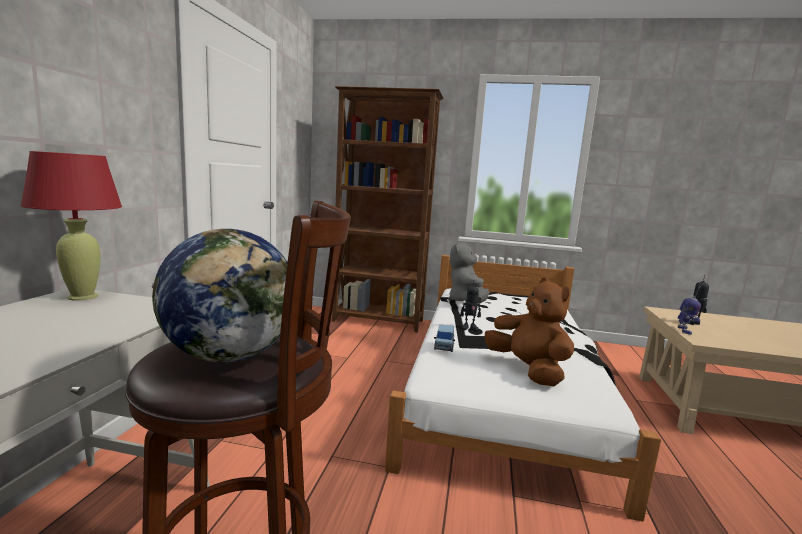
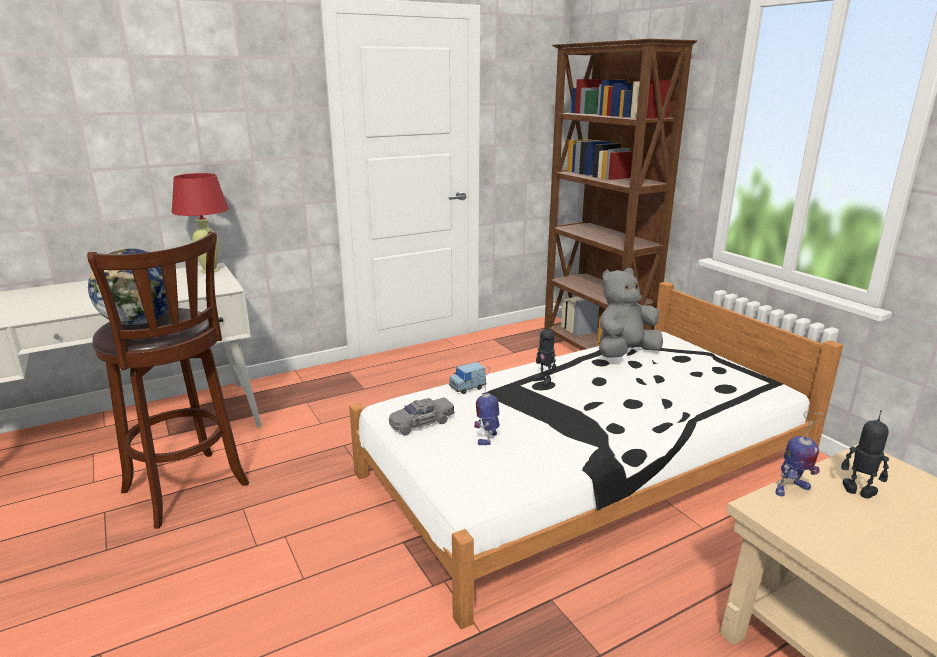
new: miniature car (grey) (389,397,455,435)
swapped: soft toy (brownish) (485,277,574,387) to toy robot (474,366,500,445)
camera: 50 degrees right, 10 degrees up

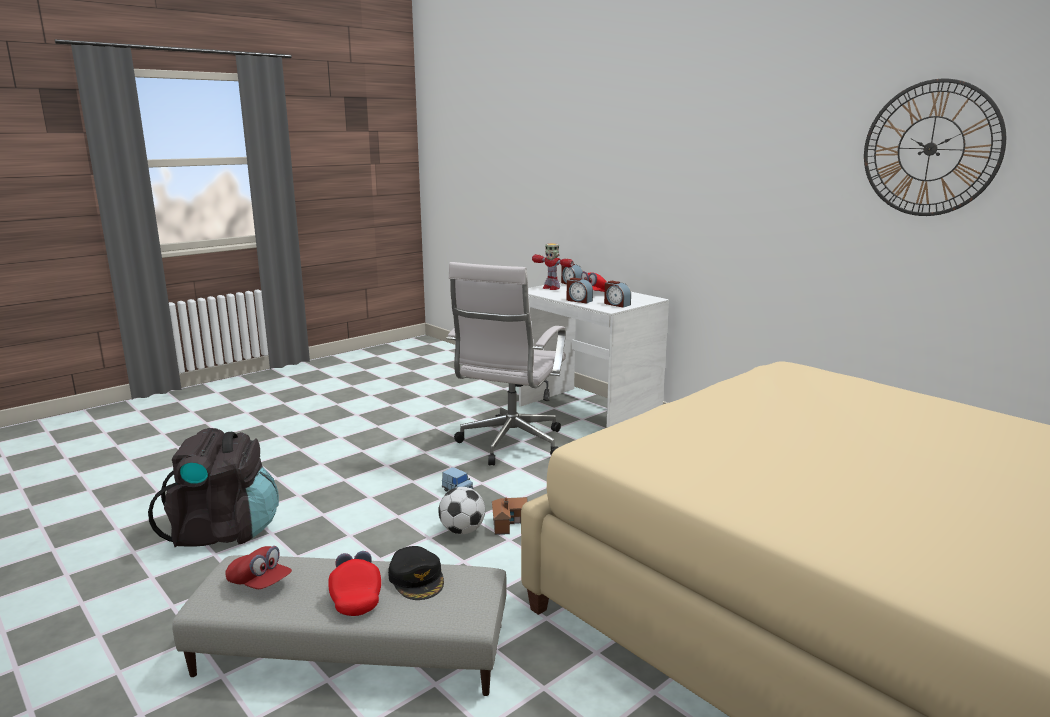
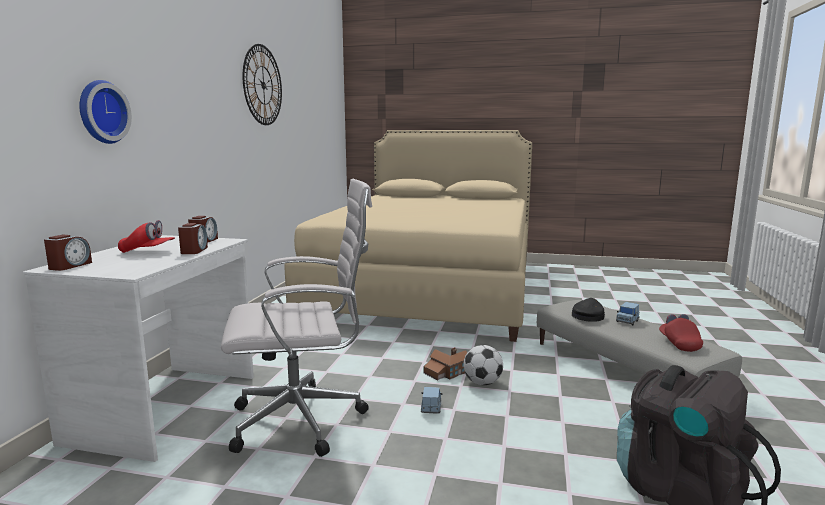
gone: toy robot (532,243,574,290)
new: wall clock (80,80,132,144)
swapped: peaked cap (red-coloured) (328,551,381,616) to miniature car (bluish) (616,302,640,325)
camera: 125 degrees left, 5 degrees down

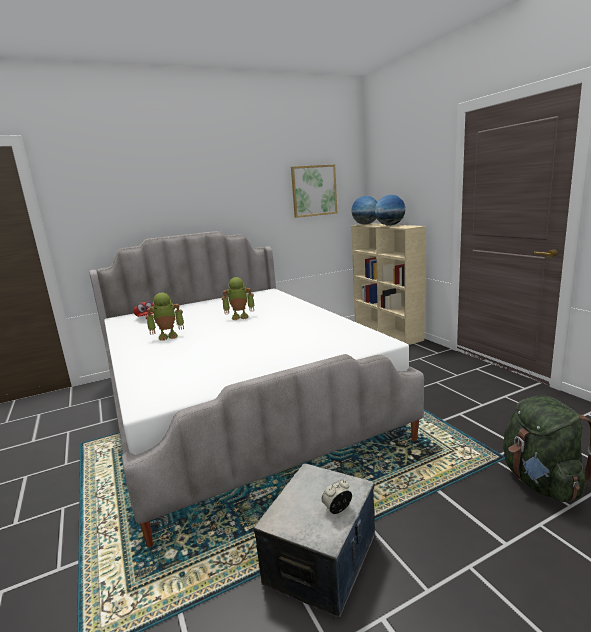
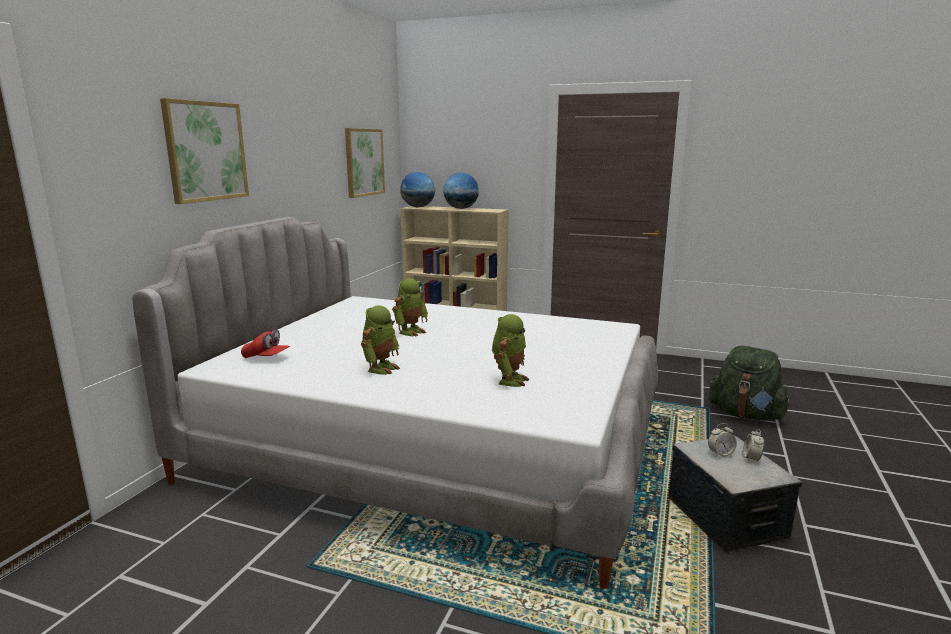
new: wall picture (160,98,249,204); toy robot (492,314,529,387); bedside clock (708,423,737,457)
camera: 45 degrees left, 0 degrees up

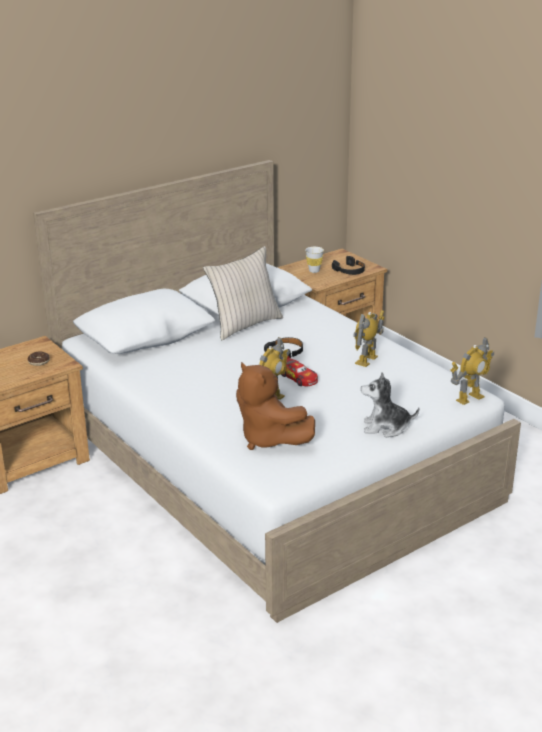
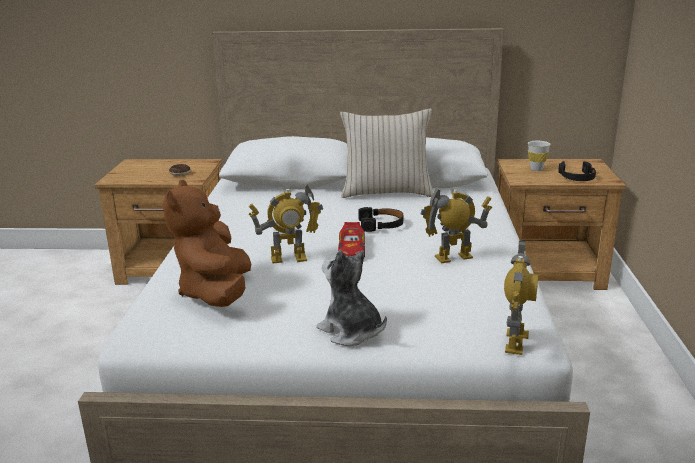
rotated: toy robot (450,337,494,405) = (504,241,538,355) 75 degrees counterclockwise
camera: 40 degrees right, 5 degrees down

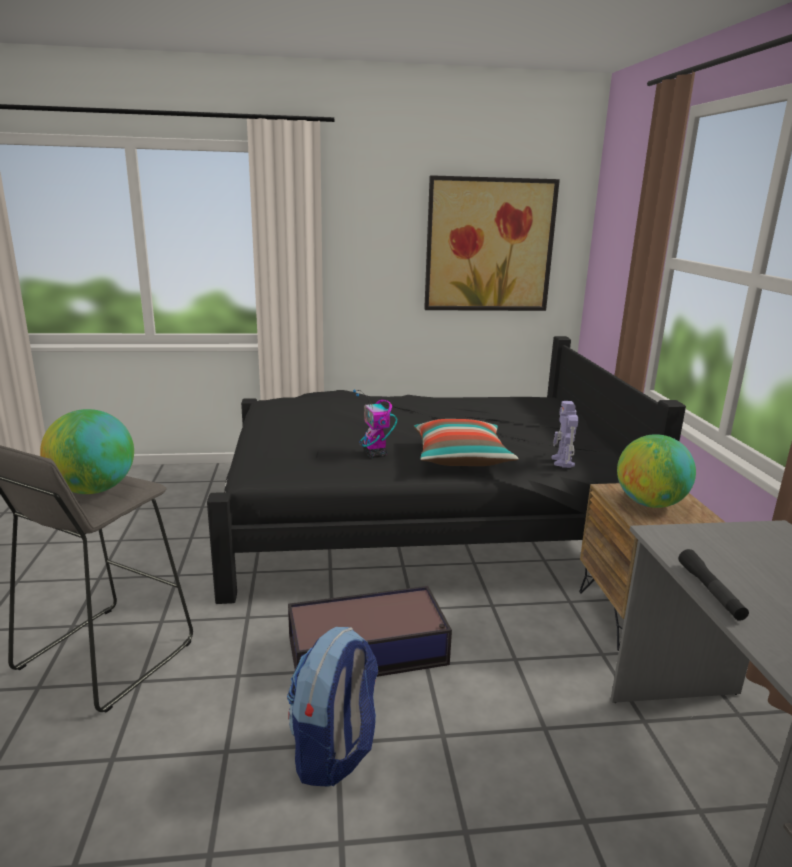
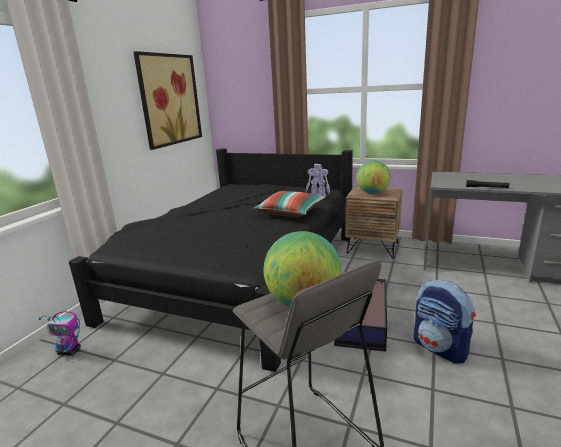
shifted: toy robot (353,390,397,457) to (38,311,81,356)
camera: 60 degrees left, 0 degrees up

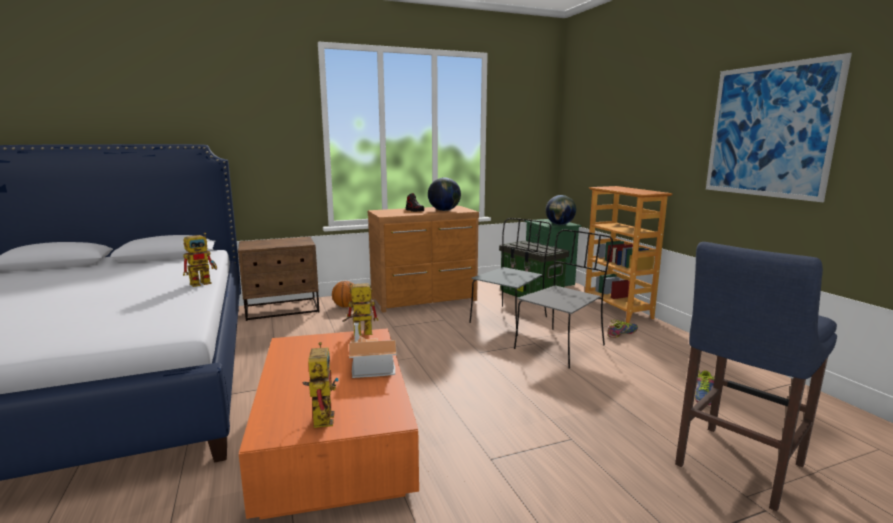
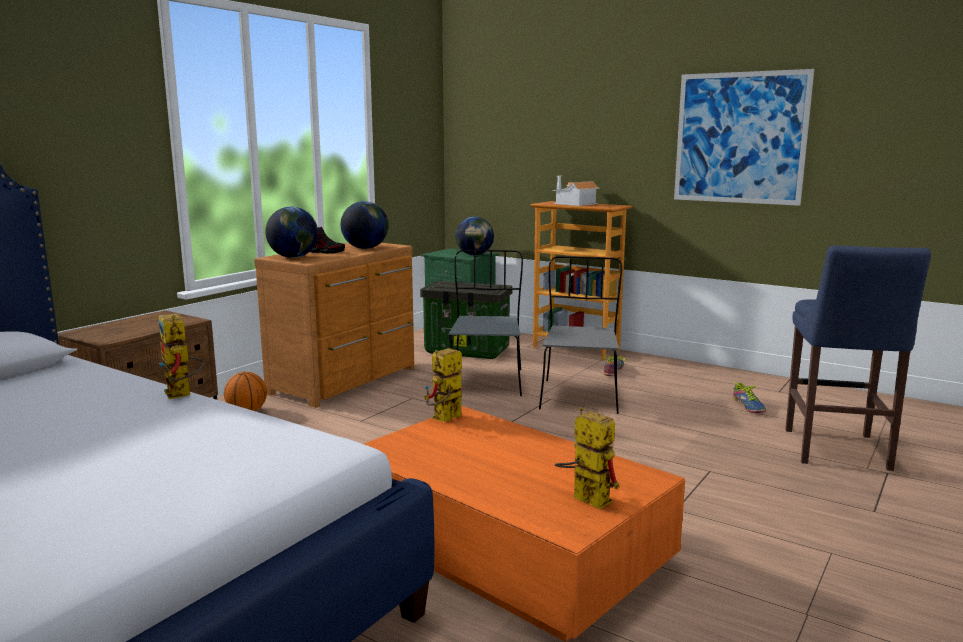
new: world globe (265,207,318,258)
shifted: model house (349,323,397,378) to (552,176,600,206)
rotated: toy robot (183,233,217,287) = (159,313,203,399) 135 degrees clockwise
camera: 35 degrees left, 0 degrees up

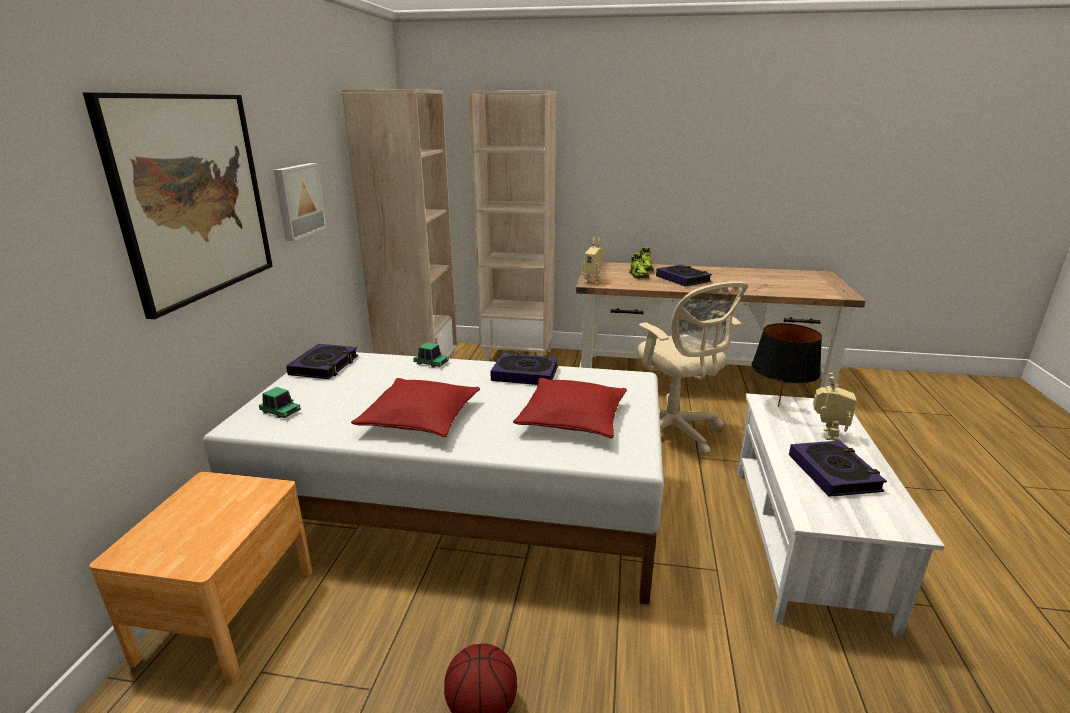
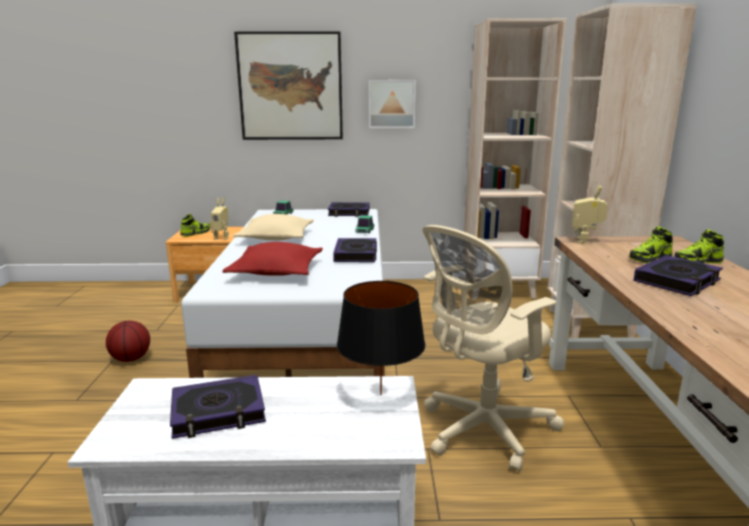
new: shoe (180,214,210,237)
shifted: toy robot (813,373,857,441) to (210,198,229,240)
repainted: cushion (red-coloured) (351,378,480,437) to cushion (beige) (233,214,314,240)
camera: 80 degrees right, 5 degrees down

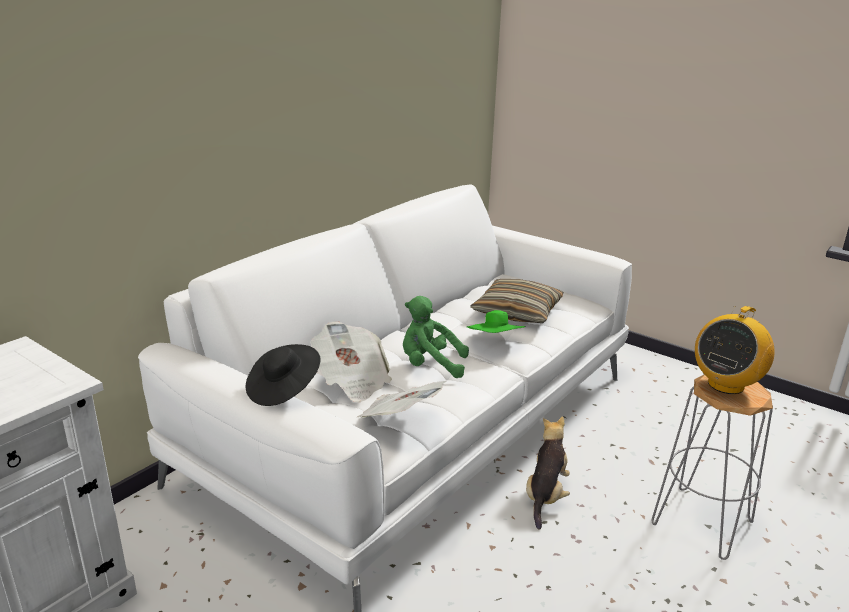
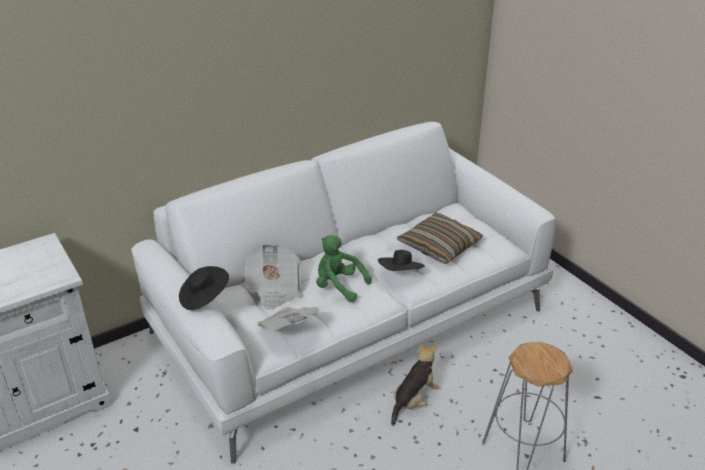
gone: radio set (695,306,775,394)
repainted: clothing hat (green) (467,310,526,333) to clothing hat (blackish) (378,250,425,271)
camera: 20 degrees right, 10 degrees up

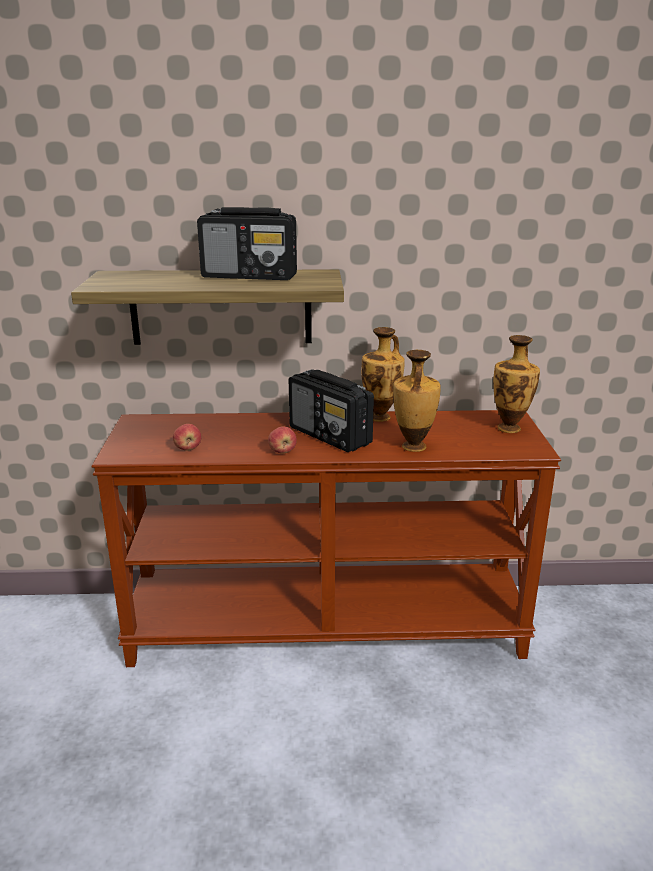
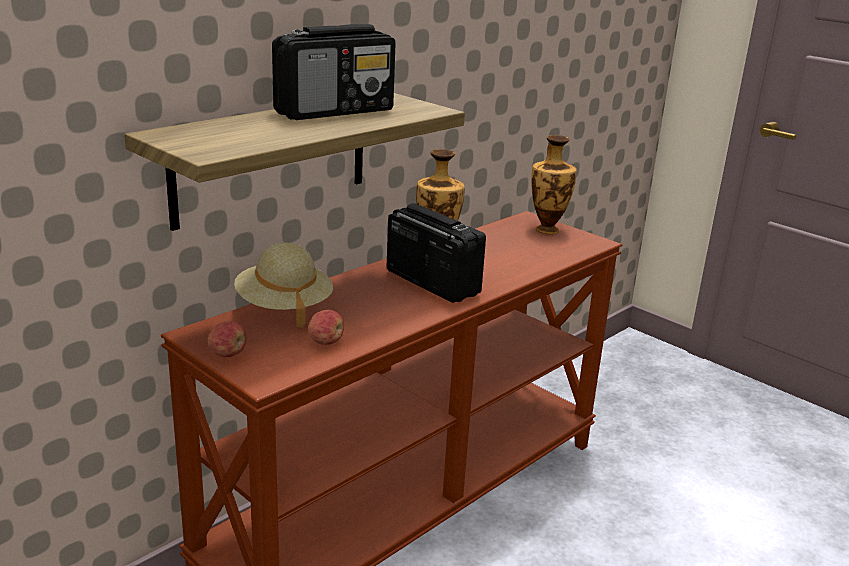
gone: vase (393,350,441,452)
new: clothing hat (beige) (234,243,333,328)
shifted: apple fruit (268,426,297,453) to (208,321,246,357)
rotated: radio set (289,369,374,452) = (387,203,486,303) 135 degrees counterclockwise
camera: 45 degrees left, 0 degrees up

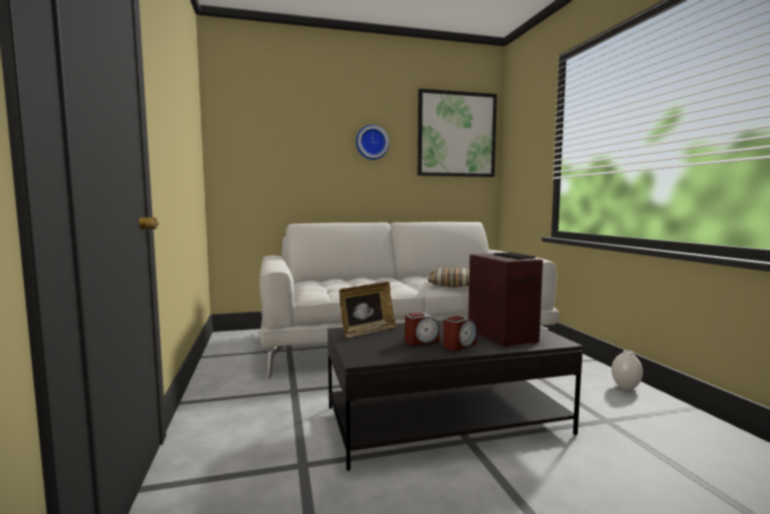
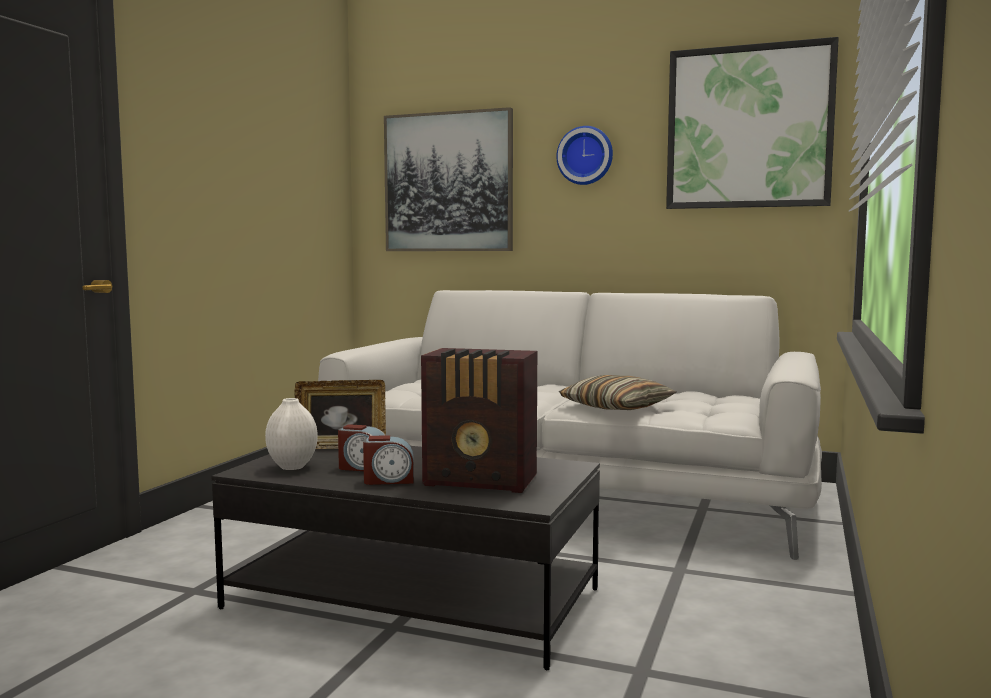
new: wall picture (384,107,513,251)
shifted: vase (white) (611,350,643,390) to (265,398,318,470)
rotated: radio set (468,252,543,347) = (421,348,537,493) 90 degrees clockwise
camera: 35 degrees right, 0 degrees up

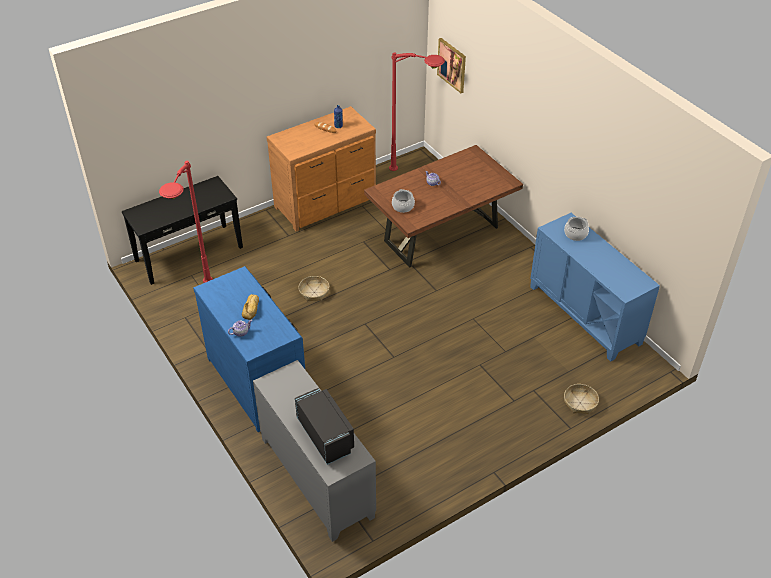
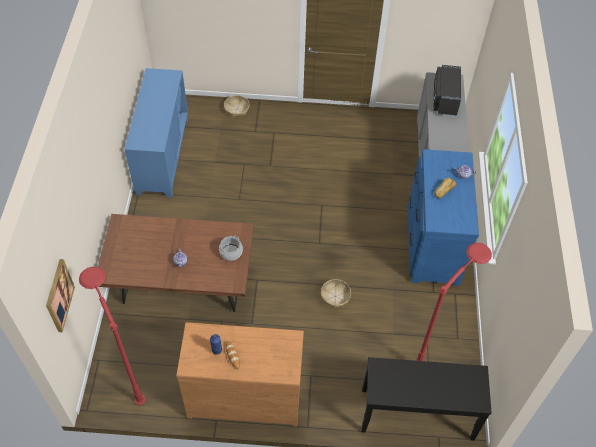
gone: stockpot (564,217,589,241)
camera: 145 degrees left, 10 degrees up

